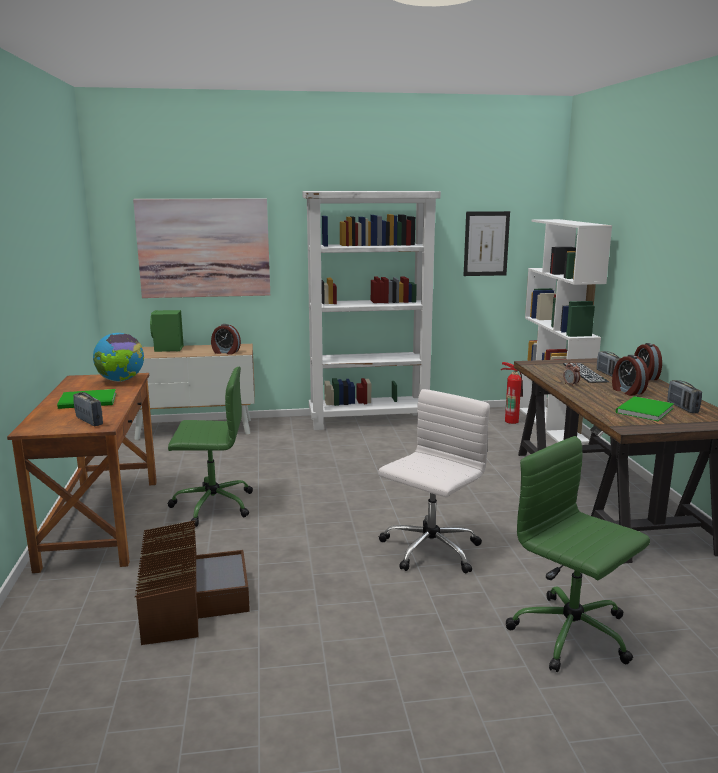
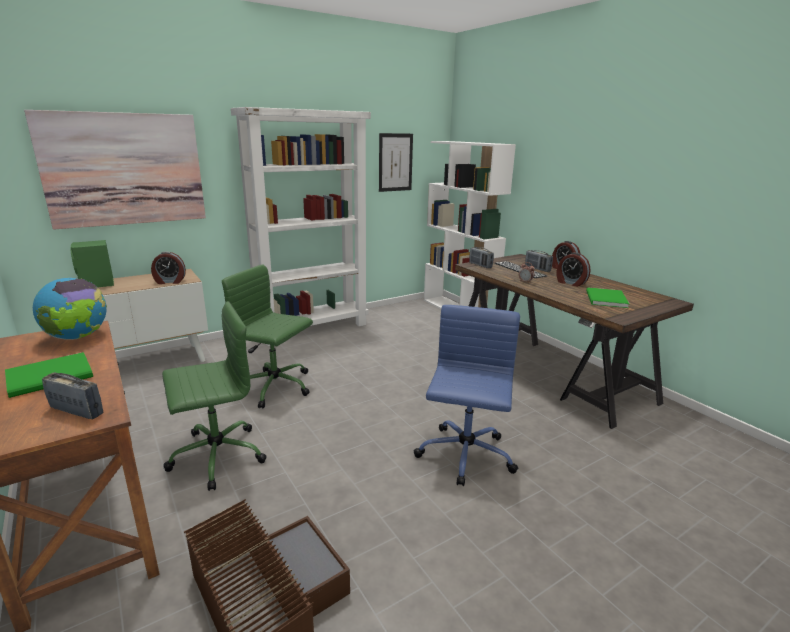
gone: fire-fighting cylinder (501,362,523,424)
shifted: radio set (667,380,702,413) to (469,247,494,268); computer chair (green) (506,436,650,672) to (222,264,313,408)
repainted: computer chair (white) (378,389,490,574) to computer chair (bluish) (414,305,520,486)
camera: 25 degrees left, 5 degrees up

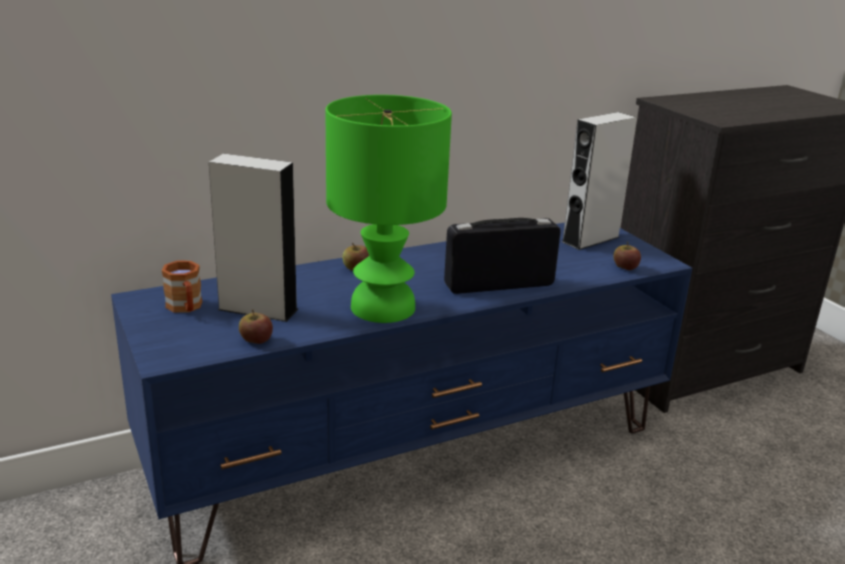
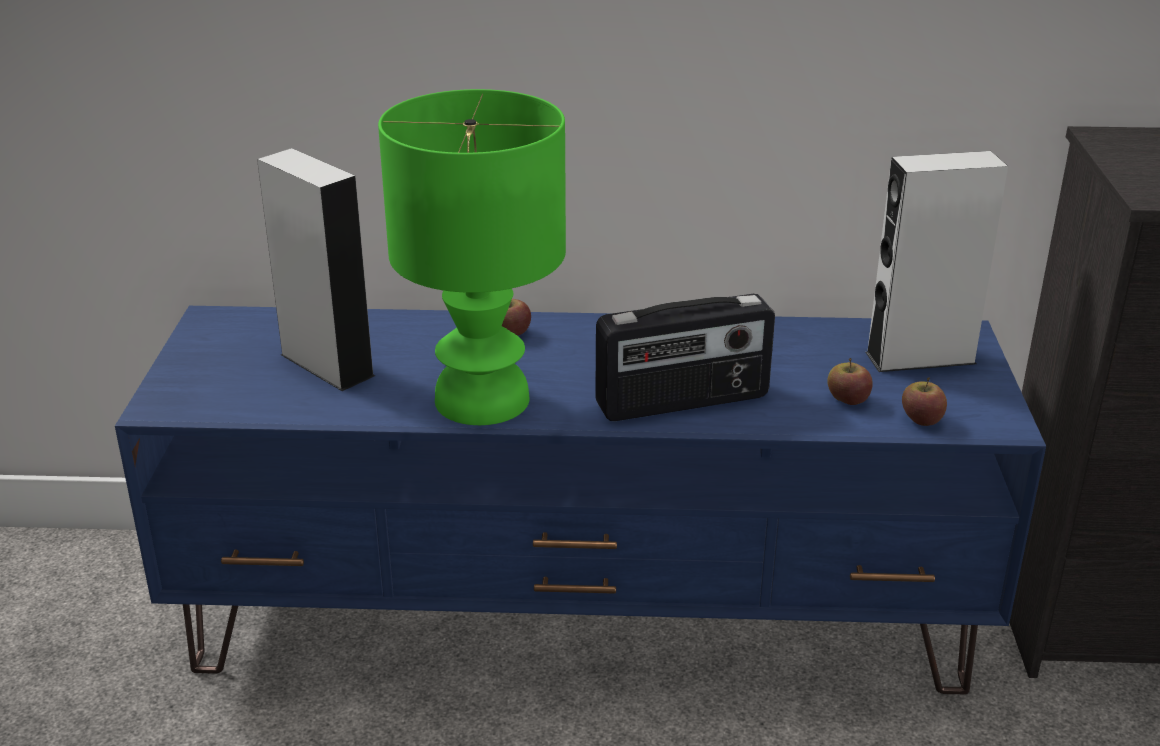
gone: tea mug (brownish) (162,261,202,313)
shifted: apple fruit (239,310,273,344) to (827,358,873,405)
rotated: radio set (444,218,561,294) = (595,294,775,421) 150 degrees clockwise
camera: 30 degrees right, 5 degrees up

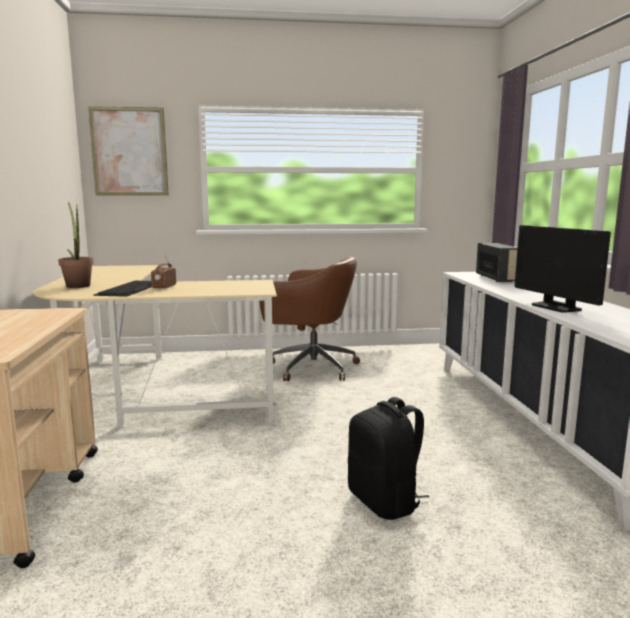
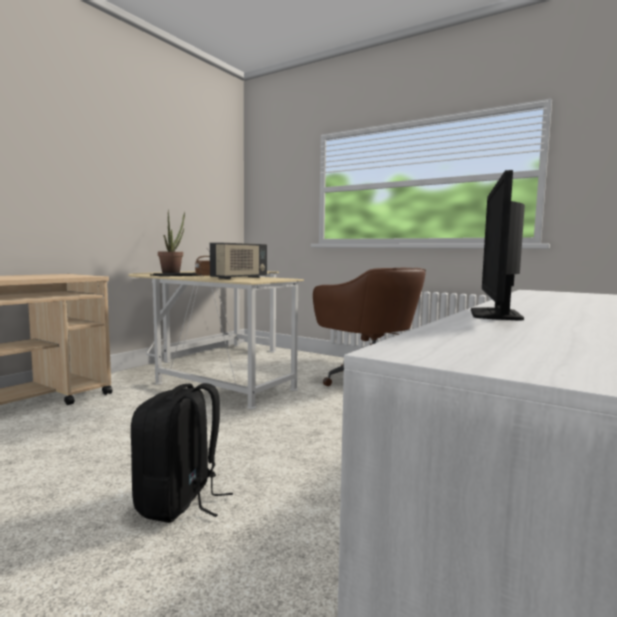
gone: wall picture (88,106,169,195)
shifted: radio set (476,243,518,282) to (210,243,267,279)
camera: 40 degrees right, 5 degrees down

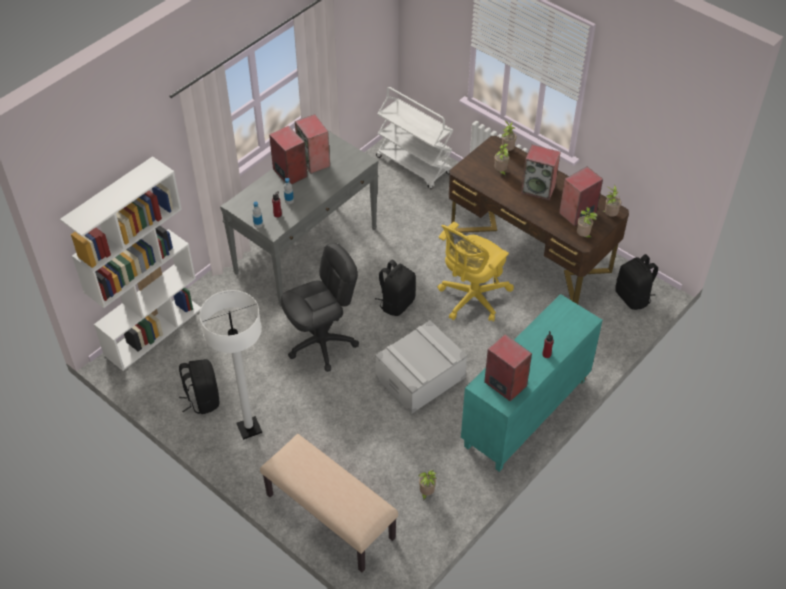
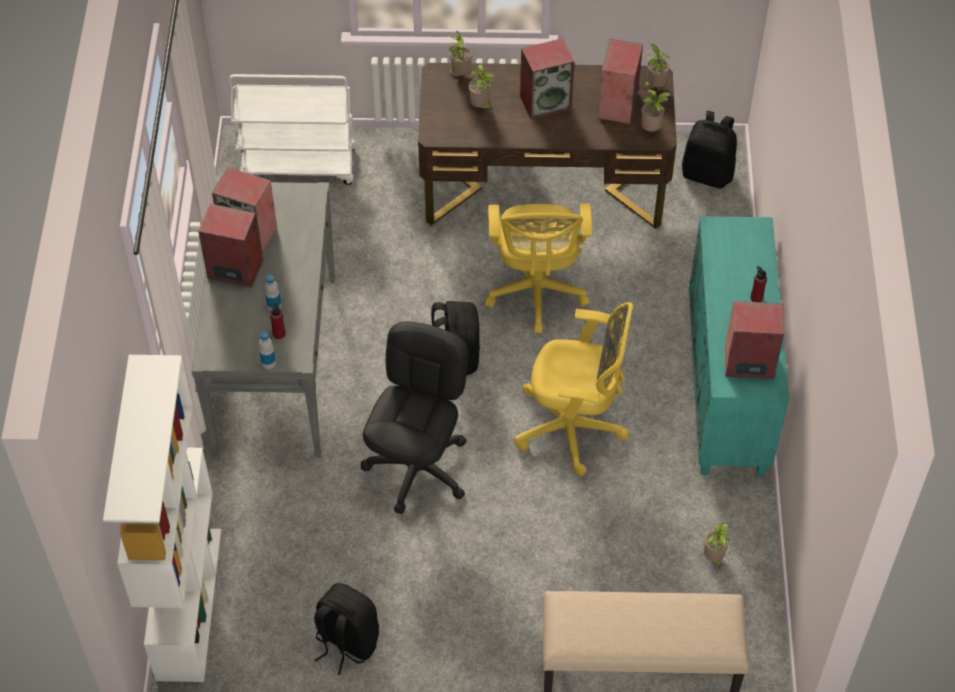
gone: standard lamp (white) (199,290,262,440)
swapped: storage box (grey) (375,320,467,414) to computer chair (yellow) (514,302,633,476)
camera: 40 degrees left, 5 degrees up

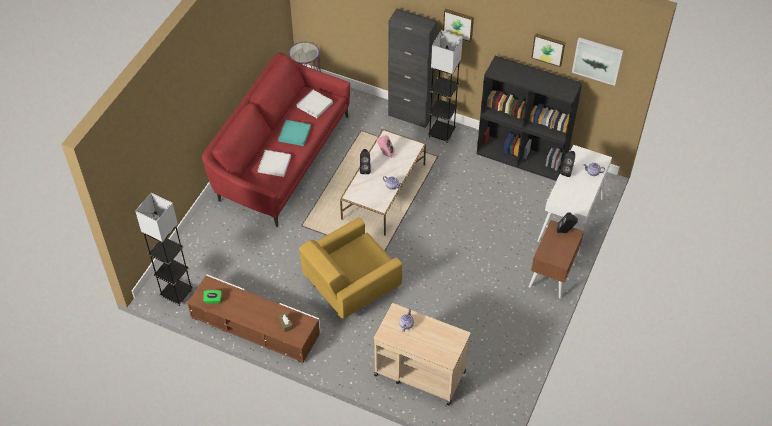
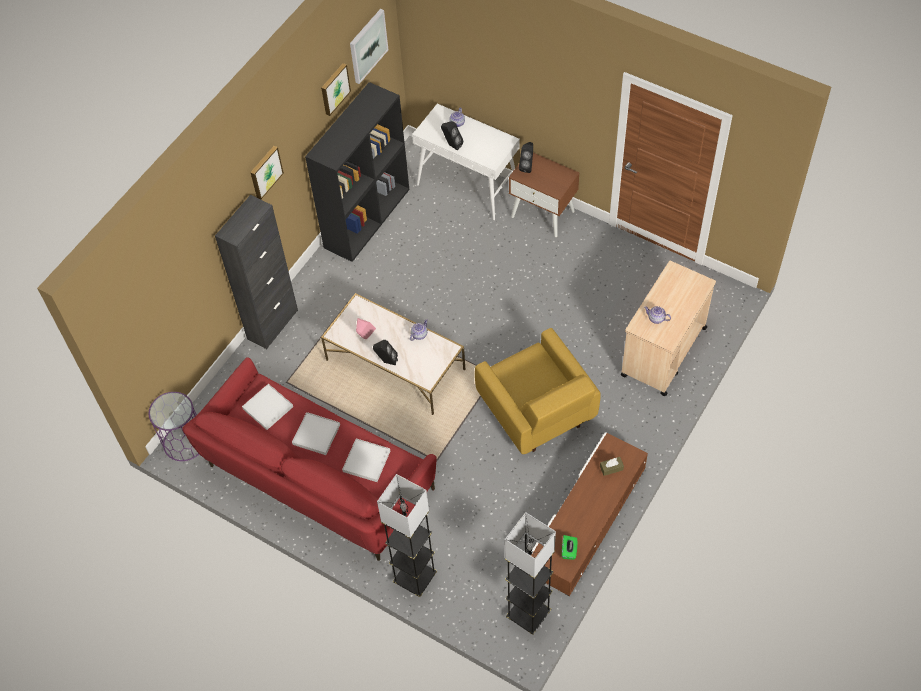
shifted: standard lamp (grey) (428,30,463,143) to (377,474,437,597)
repainted: carrying tray (turquoise-coloured) (278,120,311,146) to carrying tray (white) (292,412,340,455)
camera: 80 degrees left, 5 degrees up

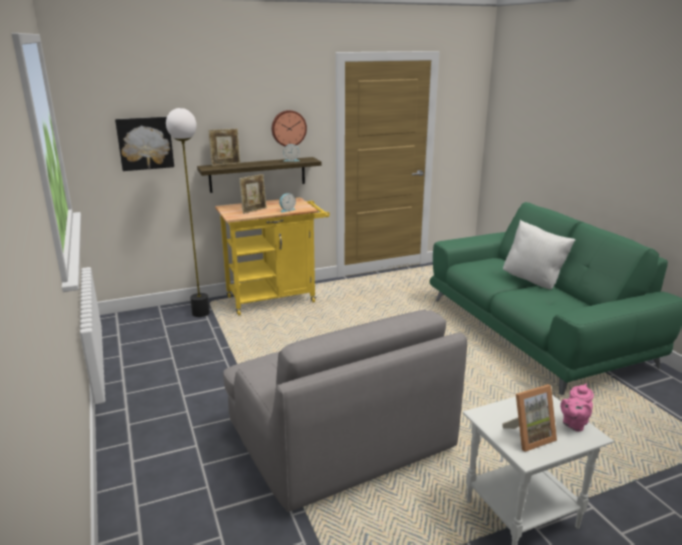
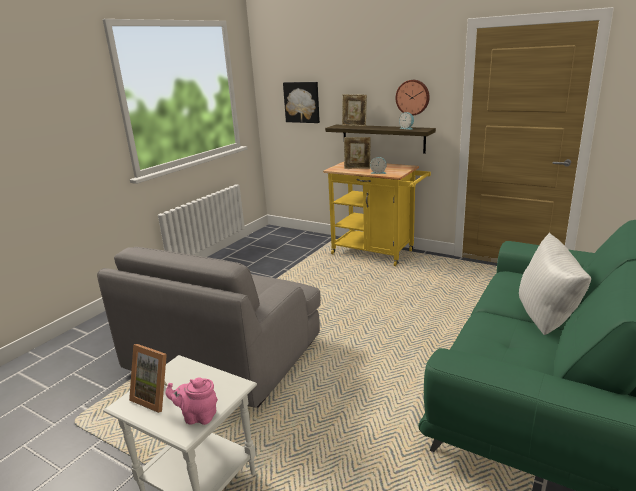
gone: standard lamp (166,108,210,317)
camera: 55 degrees right, 0 degrees up

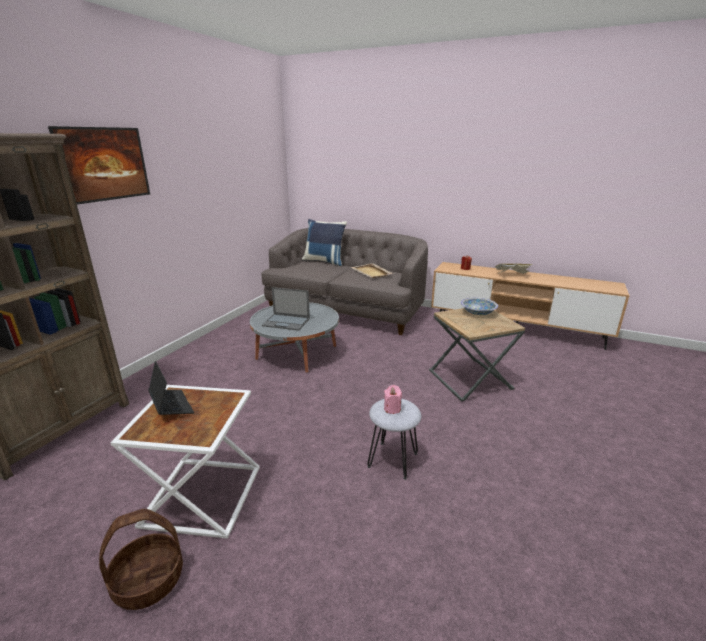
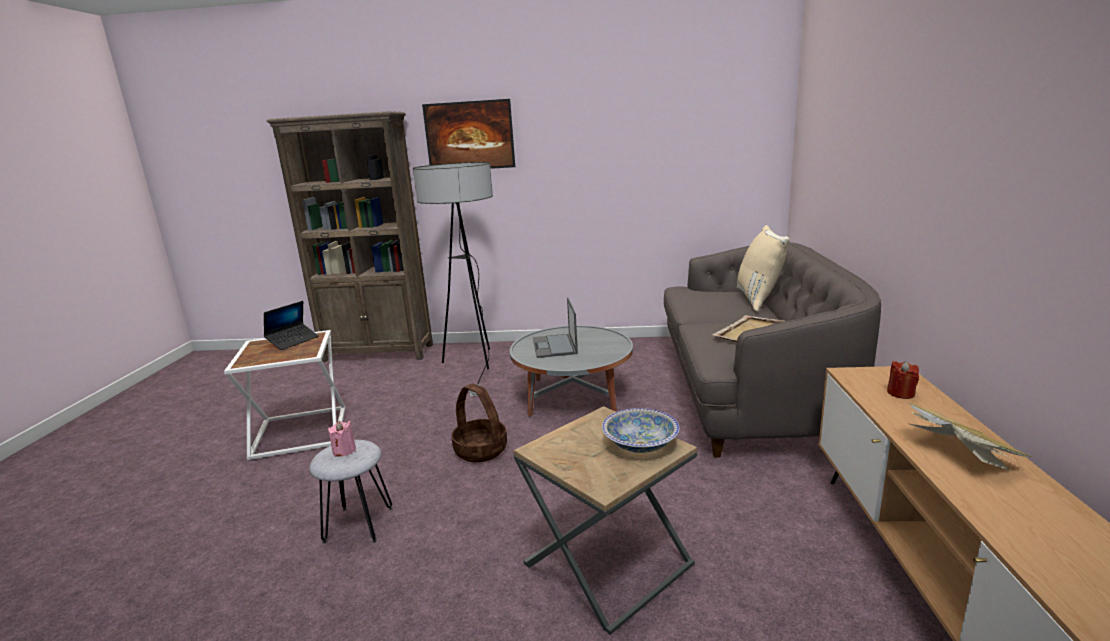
new: standard lamp (413,162,493,396)
shifted: storage basket (99,509,183,610) to (451,383,507,462)
repainted: cushion (bluish) (302,219,347,266) to cushion (beige) (737,225,790,312)
camera: 70 degrees right, 5 degrees down

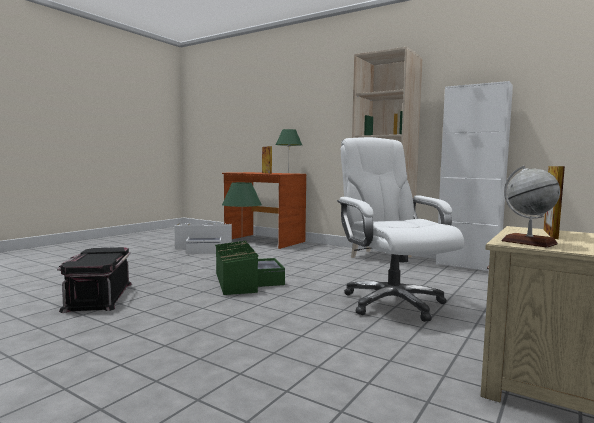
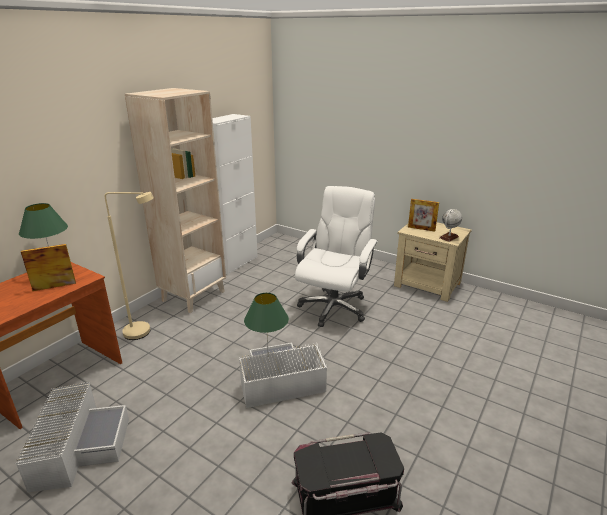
new: standard lamp (beige) (105,192,154,340)
repainted: storage box (green) (215,241,285,295) to storage box (white) (239,343,327,408)
rotated: computer chair (white) (337,137,464,322) = (295,186,378,327) 135 degrees clockwise
camera: 90 degrees left, 20 degrees up

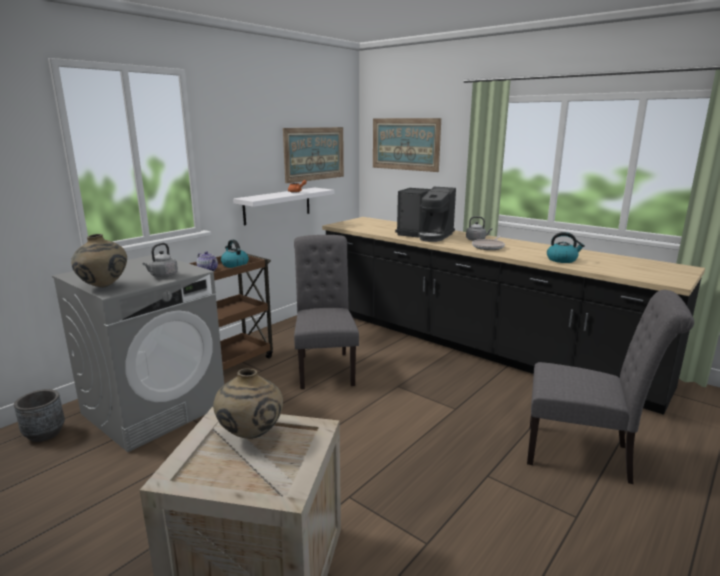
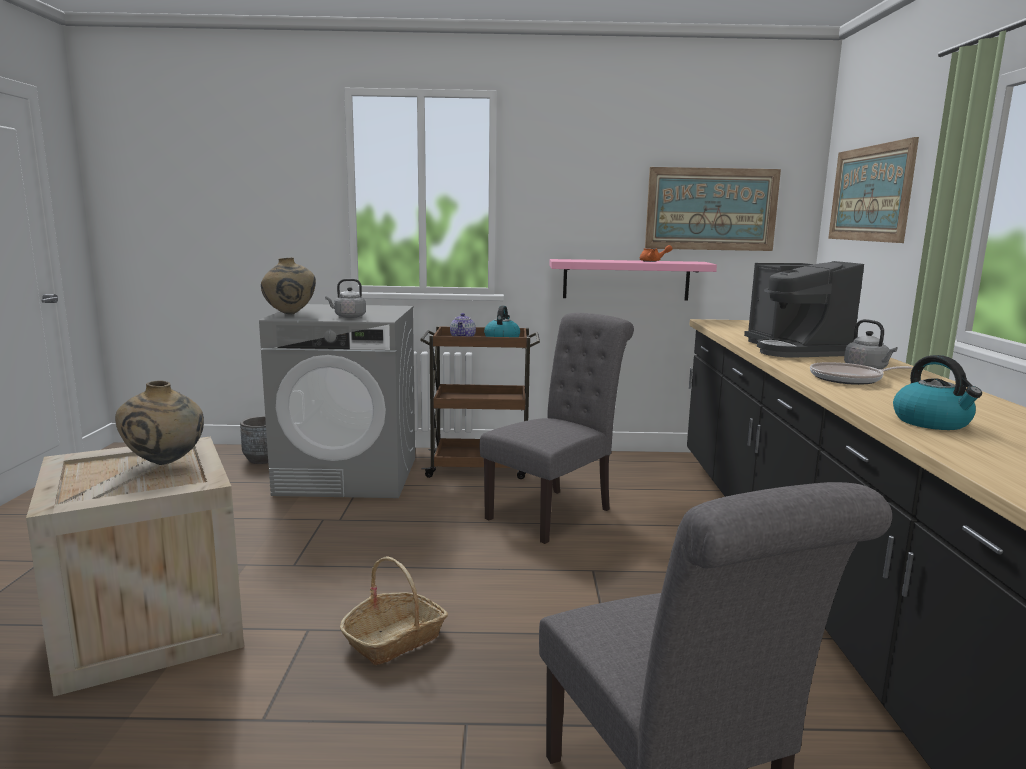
new: storage basket (340,556,448,665)
repainted: wall shelf (white) (233,188,335,225) to wall shelf (pink-coloured) (549,259,717,301)
camera: 50 degrees right, 5 degrees down

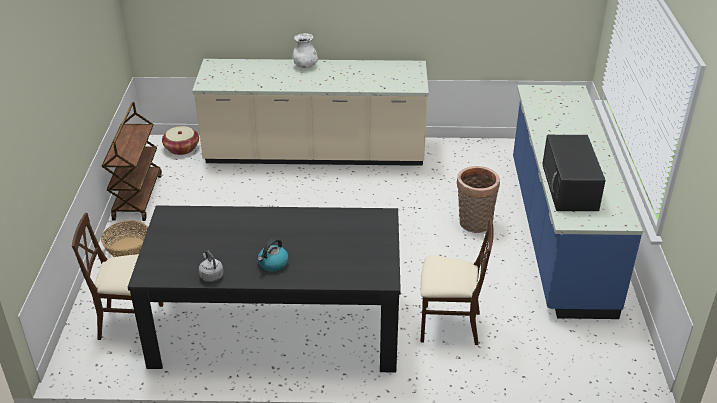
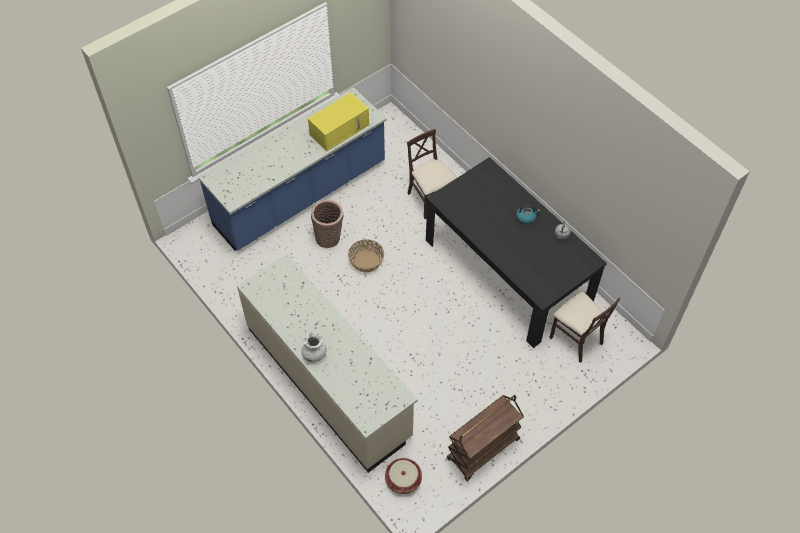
shifted: storage basket (101,221,148,257) to (348,239,384,272)
repainted: microwave oven (blackish) (542,135,606,211) to microwave oven (yellow) (308,93,369,152)
camera: 130 degrees left, 20 degrees up

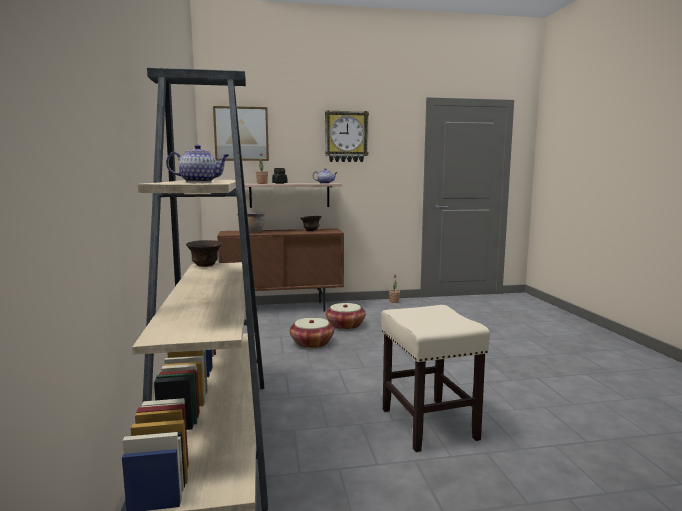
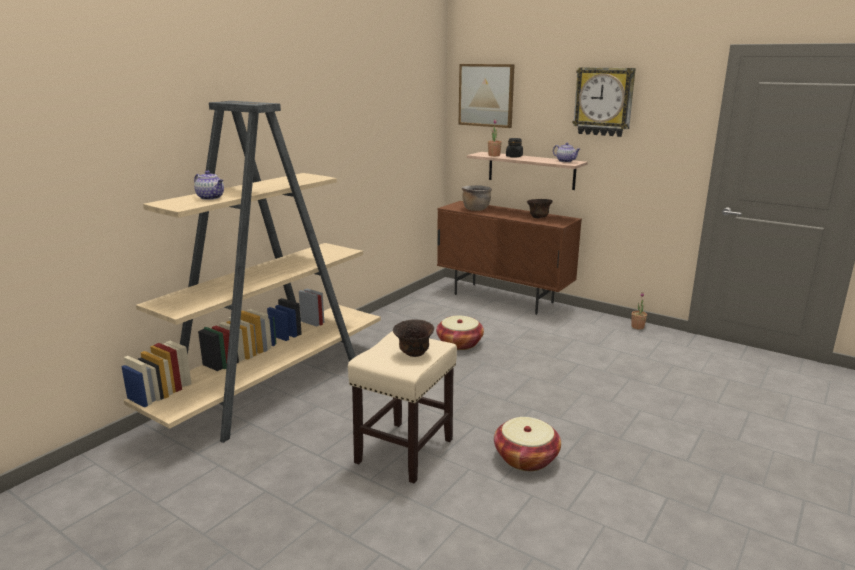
shifted: deep dish (brownish) (186,240,222,267) to (393,319,434,357); storage basket (326,303,366,330) to (494,417,561,471)
camera: 45 degrees right, 10 degrees up

